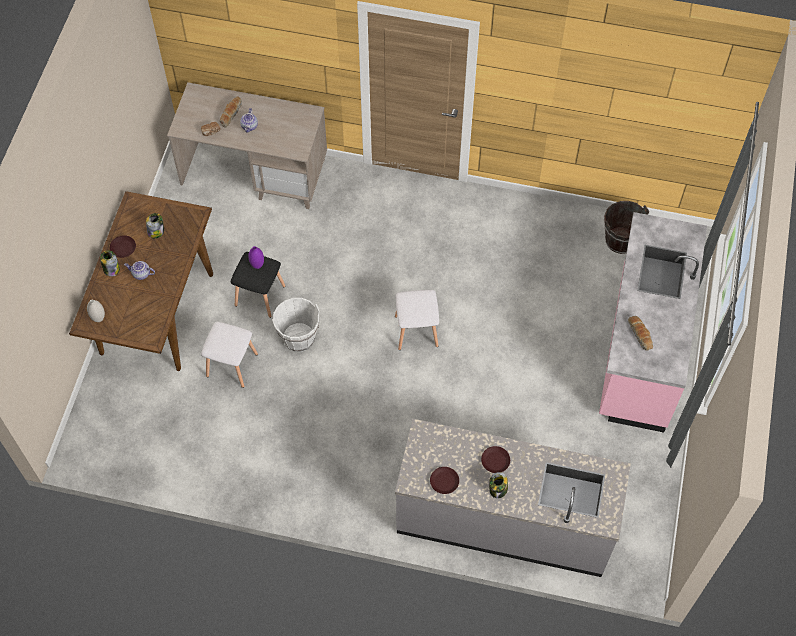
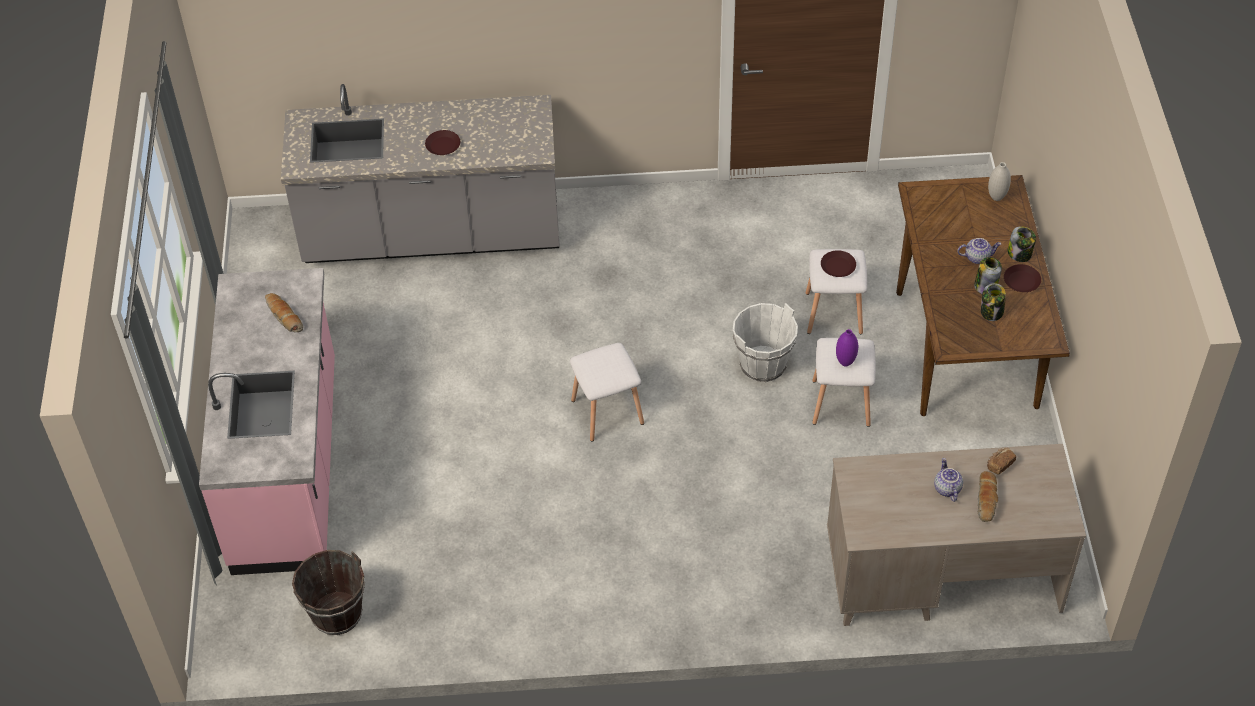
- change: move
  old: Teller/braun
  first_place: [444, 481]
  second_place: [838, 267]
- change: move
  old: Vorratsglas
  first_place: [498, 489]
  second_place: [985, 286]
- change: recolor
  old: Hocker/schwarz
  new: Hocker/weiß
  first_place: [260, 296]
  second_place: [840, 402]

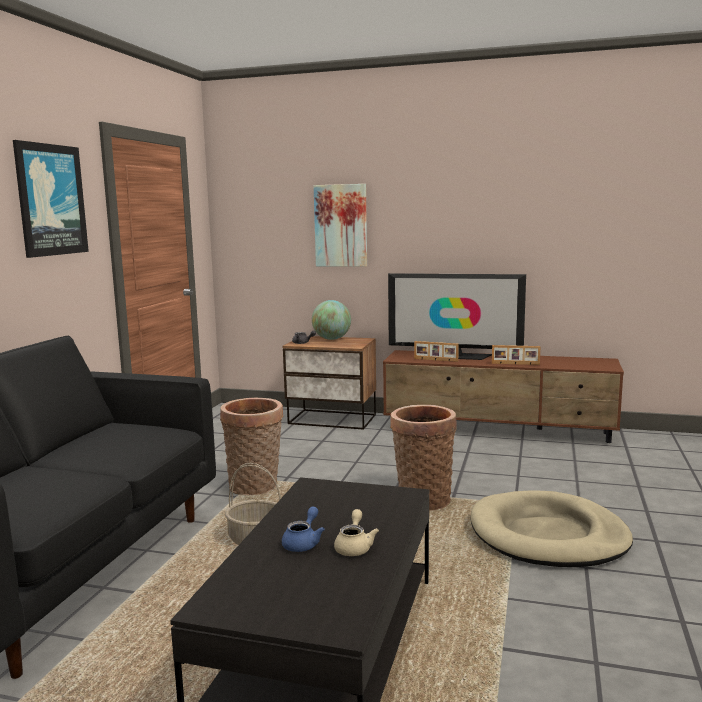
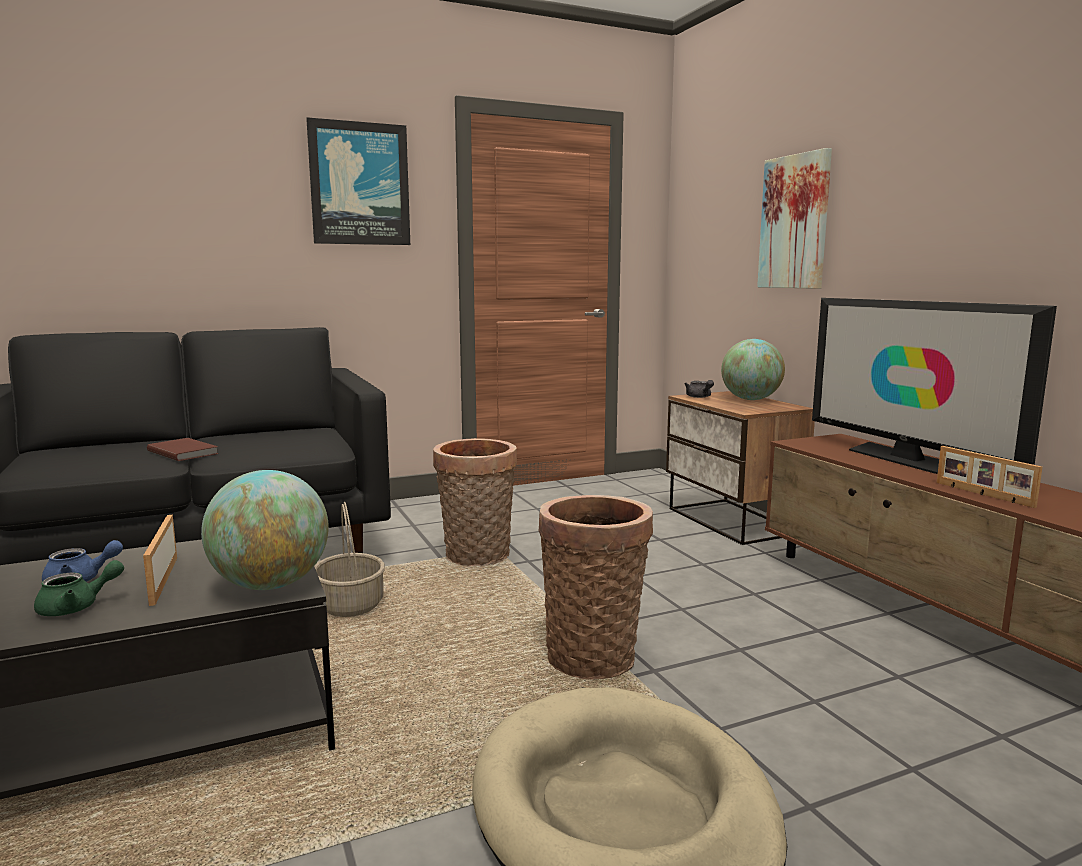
- change: insert
  new: Buch/braun
  second_place: [184, 452]
- change: insert
  new: Globus
  second_place: [271, 585]
- change: move
  old: Bilderrahmen
  first_place: [435, 360]
  second_place: [162, 580]
- change: recolor
  old: Teekanne/beige
  new: Teekanne/grün
  first_place: [354, 547]
  second_place: [77, 607]

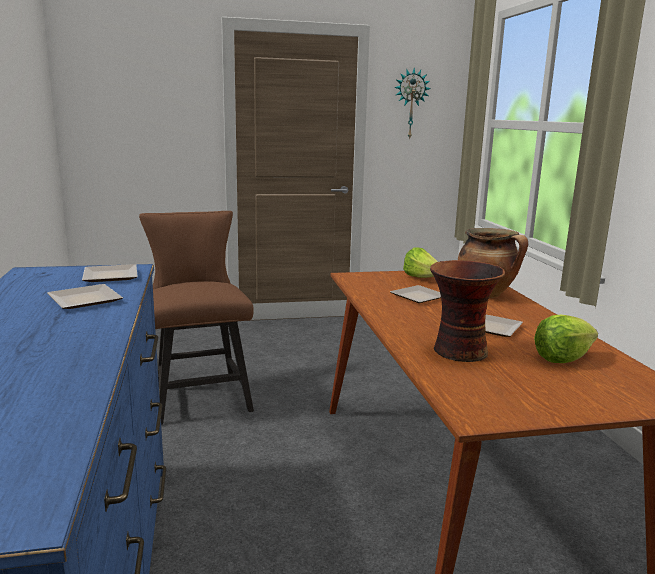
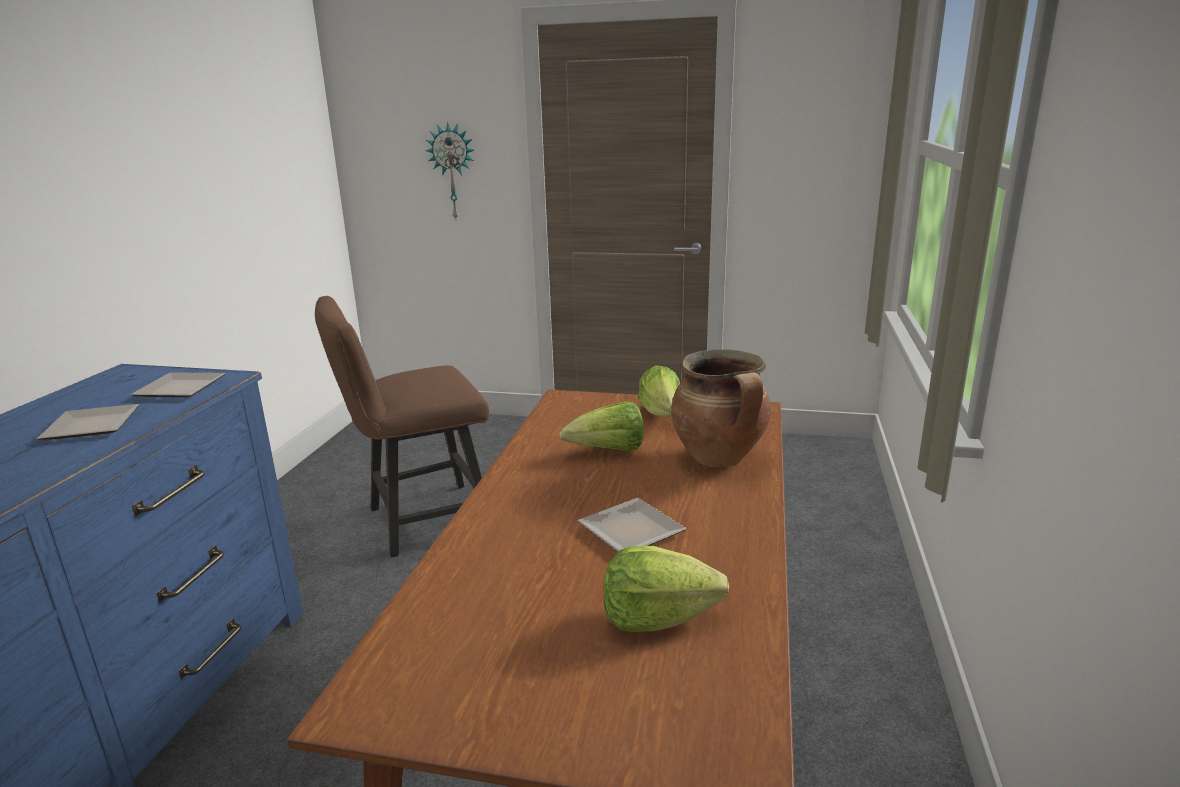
- change: delete
  old: Vase
  first_place: [458, 352]
- change: move
  old: Wanduhr
  first_place: [410, 104]
  second_place: [453, 172]
- change: replace
  old: Teller
  new: Salatkopf
  first_place: [420, 297]
  second_place: [608, 451]
- change: rotate
  old: Stuhl/braun
  first_place: [199, 396]
  second_place: [420, 522]
  degrees: -120

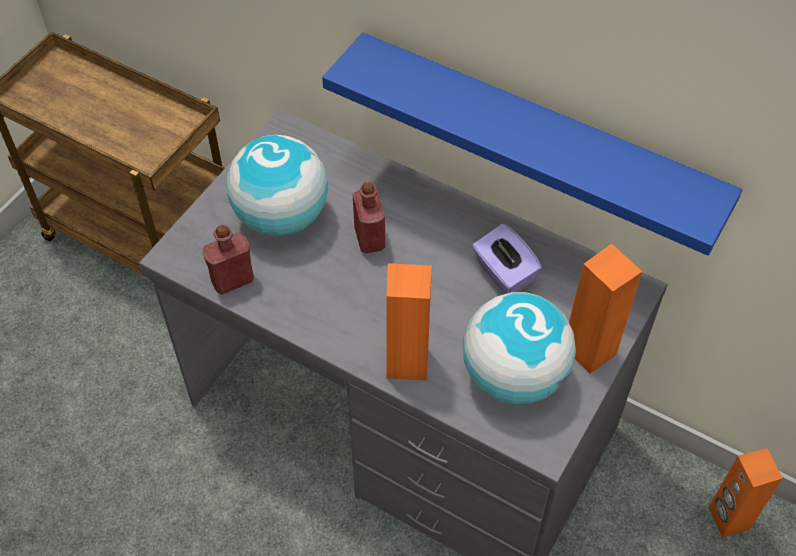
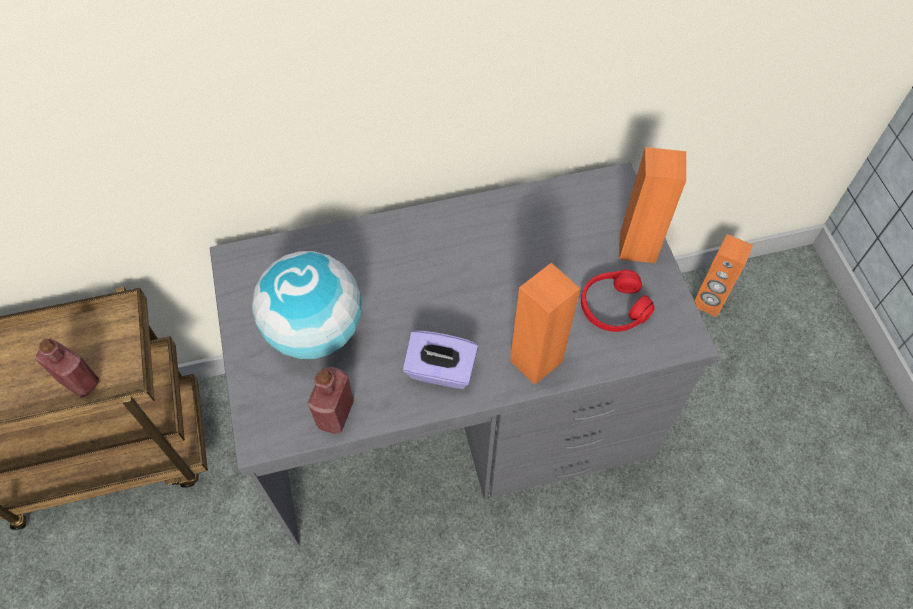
- change: delete
  old: Wandregal/blau
  first_place: [537, 135]
- change: move
  old: Flasche/rot
  first_place: [369, 238]
  second_place: [79, 381]
- change: move
  old: Taschentuchbox/lila
  first_place: [504, 273]
  second_place: [440, 371]
- change: replace
  old: Globus
  new: Kopfhörer/rot
  first_place: [513, 376]
  second_place: [613, 307]

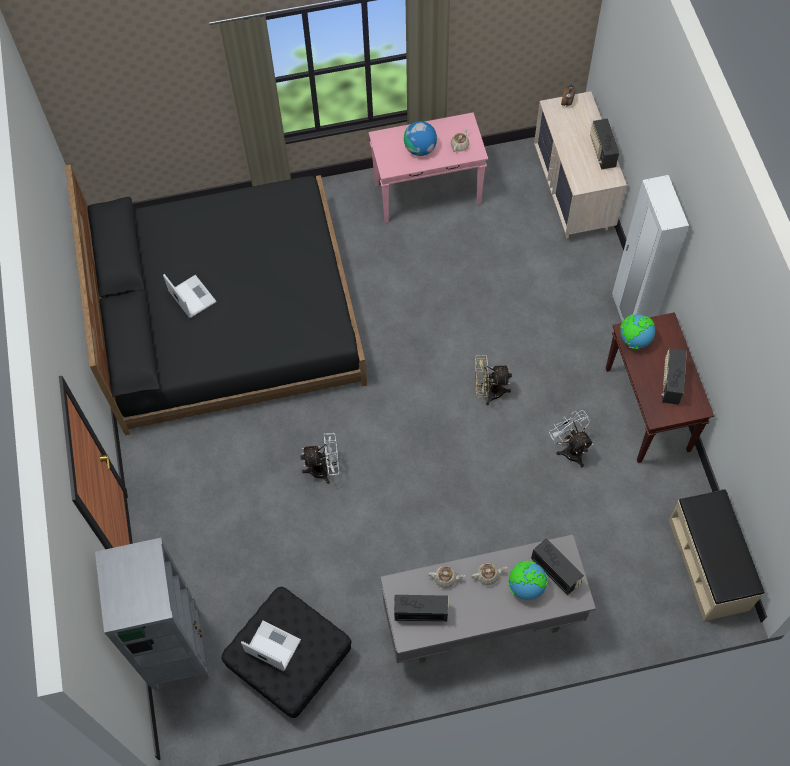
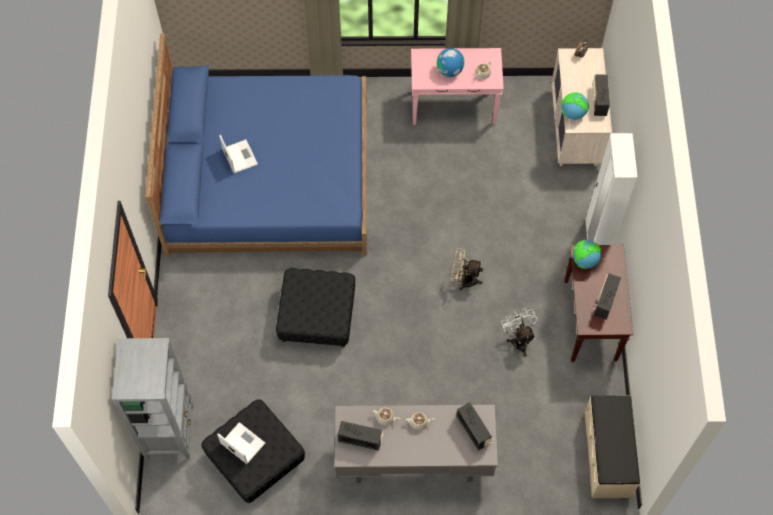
- change: move
  old: Globus
  first_place: [525, 586]
  second_place: [573, 113]
- change: replace
  old: Ventilator/weiß
  new: Polsterhocker/schwarz
  first_place: [324, 469]
  second_place: [317, 316]
- change: recolor
  old: Bett/schwarz
  new: Bett/blau
  first_place: [228, 315]
  second_place: [268, 176]

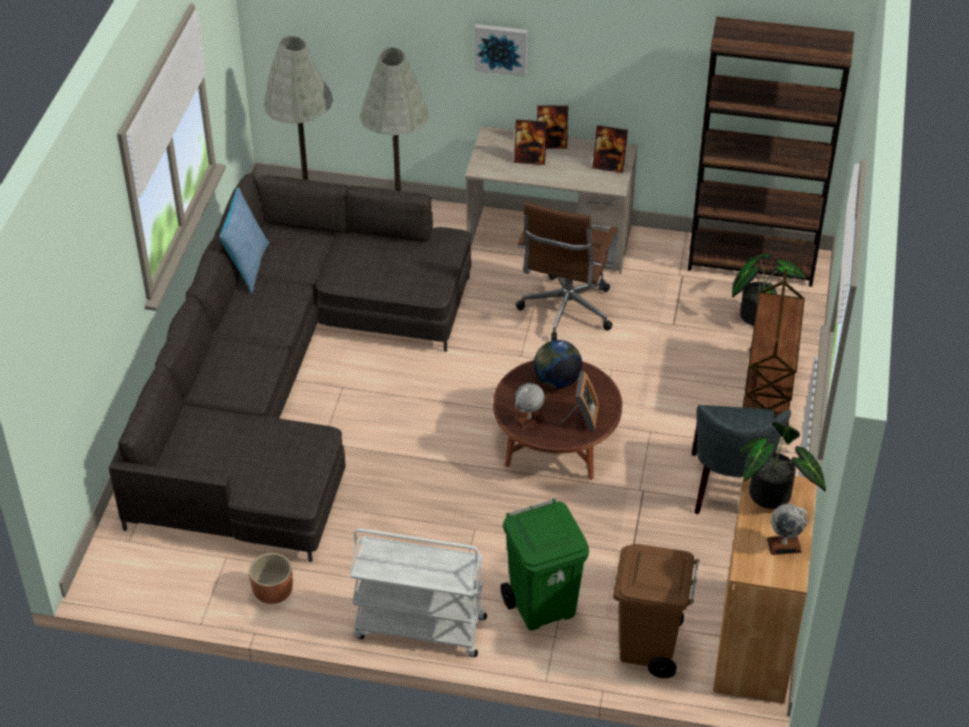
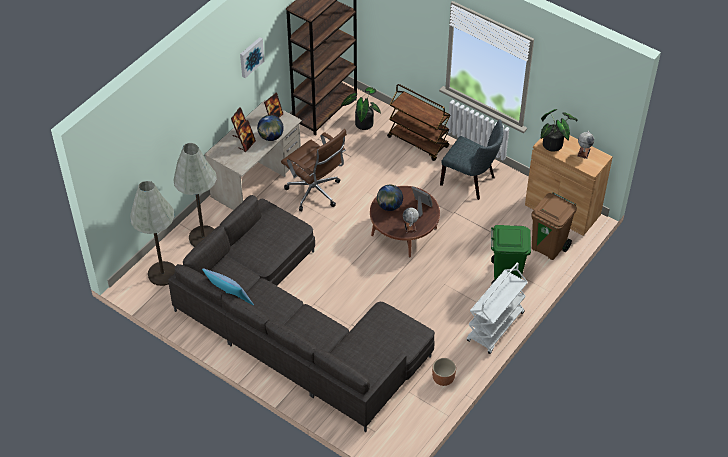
- change: insert
  new: Globus
  second_place: [271, 137]
- change: move
  old: Bild
  first_place: [501, 48]
  second_place: [250, 56]

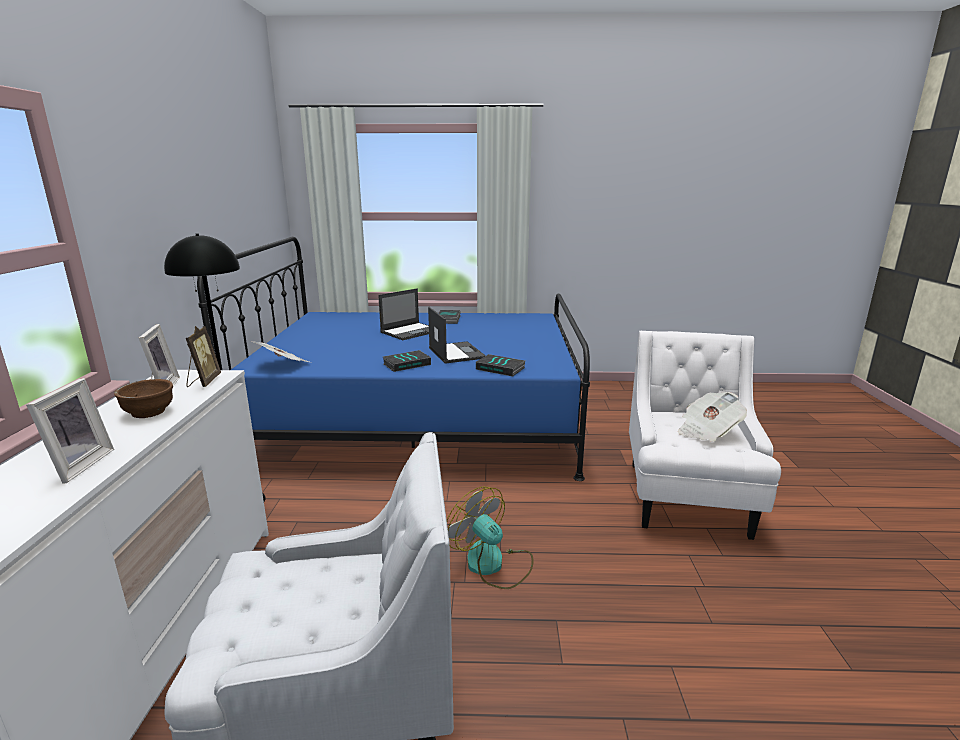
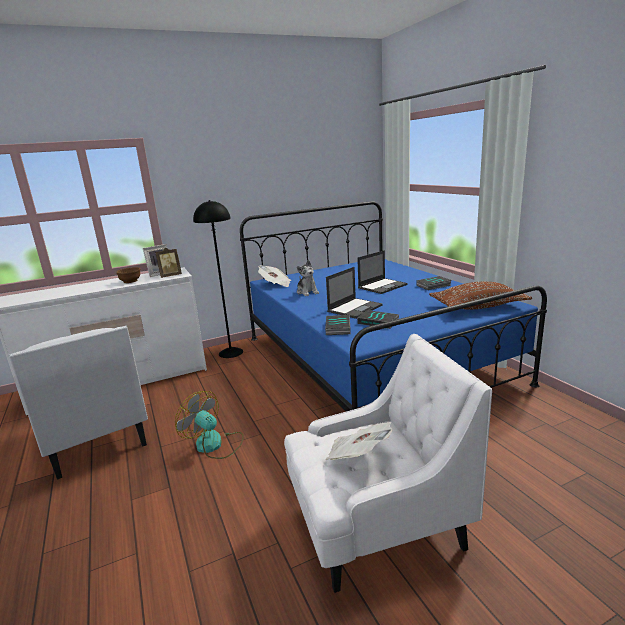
- change: delete
  old: Bilderrahmen
  first_place: [77, 465]
- change: insert
  new: Plüschtier
  second_place: [307, 292]
- change: insert
  new: Kissen/braun
  second_place: [478, 307]
- change: move
  old: Buch
  first_place: [407, 364]
  second_place: [379, 322]
- change: rotate
  old: Laptop
  first_place: [411, 331]
  second_place: [382, 286]
  degrees: -60
- change: rotate
  old: Ventilator
  first_place: [492, 564]
  second_place: [214, 445]
  degrees: -75

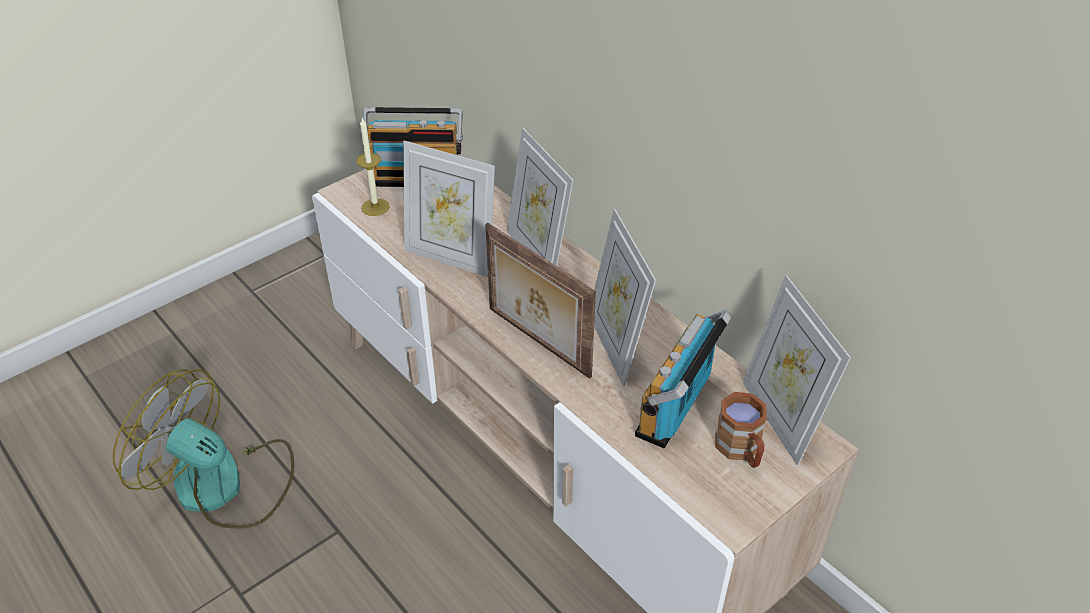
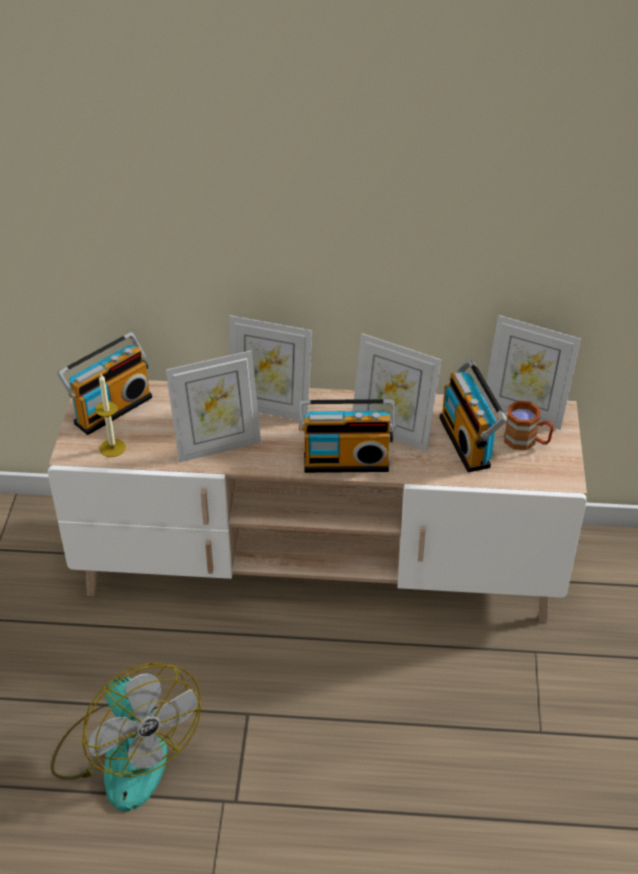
- change: replace
  old: Bilderrahmen
  new: Radio
  first_place: [537, 343]
  second_place: [346, 460]
- change: rotate
  old: Ventilator
  first_place: [224, 485]
  second_place: [125, 753]
  degrees: -105

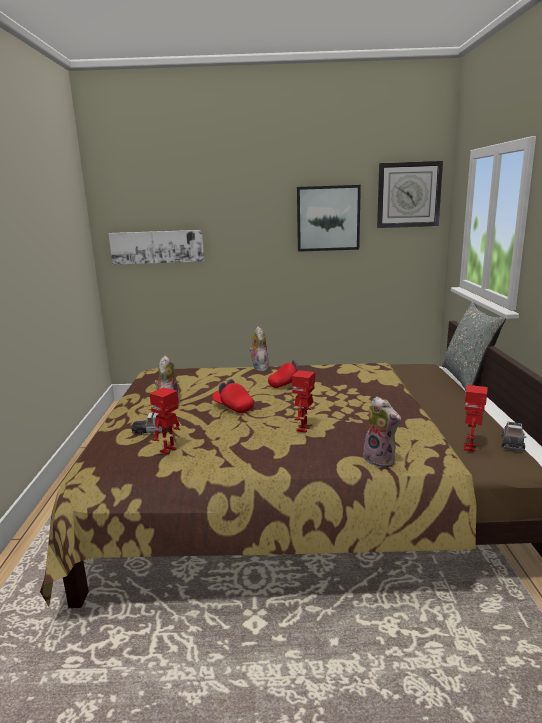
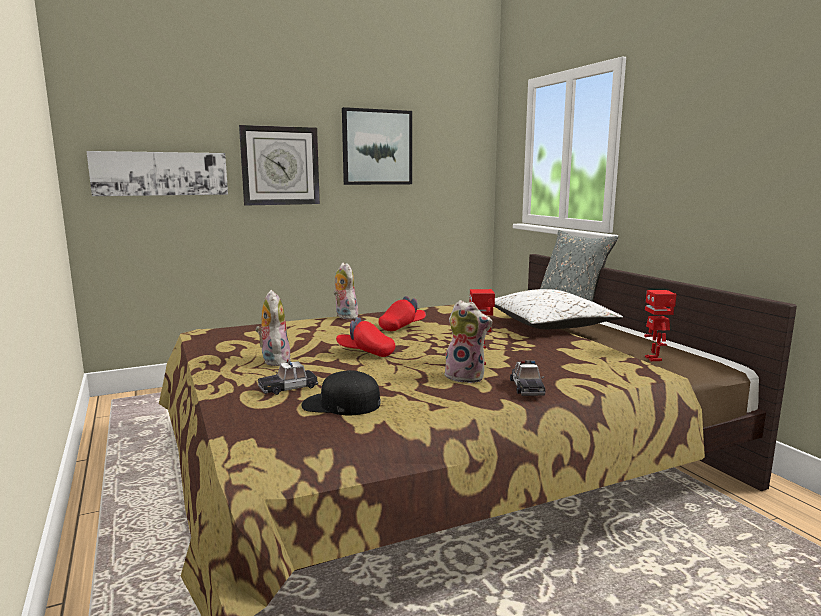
- change: insert
  new: Kissen/weiß
  second_place: [549, 325]
- change: move
  old: Plüschtier
  first_place: [381, 460]
  second_place: [466, 377]
- change: move
  old: Wanduhr
  first_place: [408, 195]
  second_place: [280, 166]
- change: move
  old: Spielzeugauto
  first_place: [512, 442]
  second_place: [527, 387]
- change: replace
  old: Spielzeugroboter
  new: Kappe/schwarz
  first_place: [169, 450]
  second_place: [340, 404]

